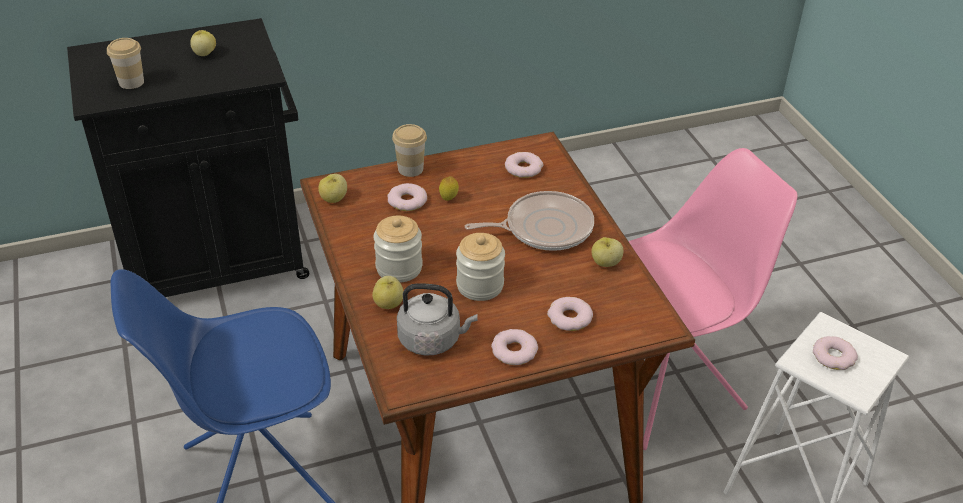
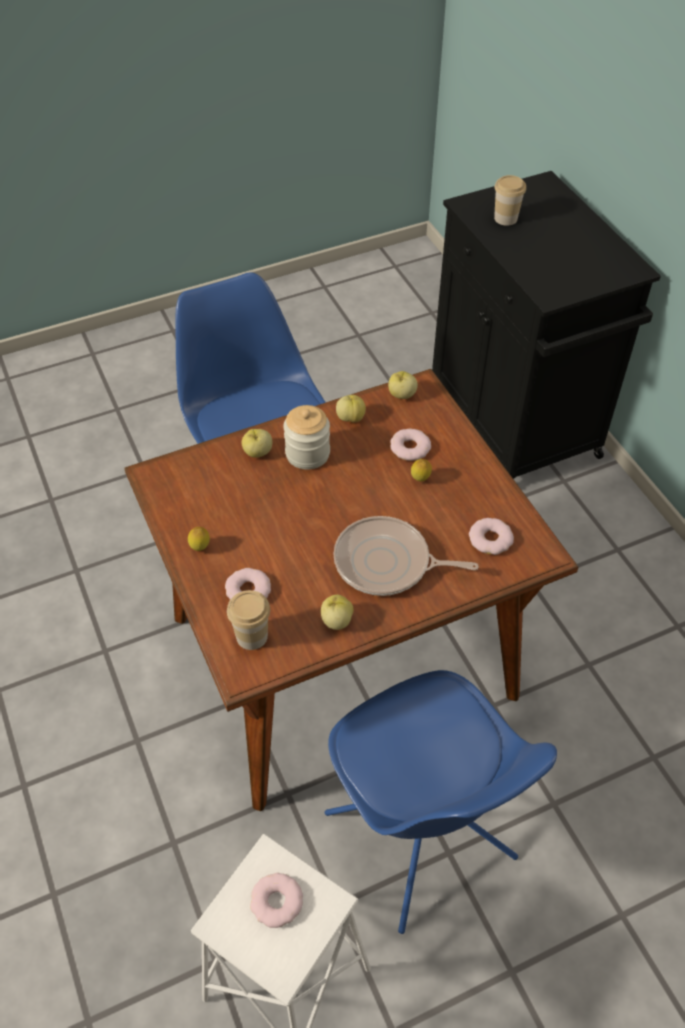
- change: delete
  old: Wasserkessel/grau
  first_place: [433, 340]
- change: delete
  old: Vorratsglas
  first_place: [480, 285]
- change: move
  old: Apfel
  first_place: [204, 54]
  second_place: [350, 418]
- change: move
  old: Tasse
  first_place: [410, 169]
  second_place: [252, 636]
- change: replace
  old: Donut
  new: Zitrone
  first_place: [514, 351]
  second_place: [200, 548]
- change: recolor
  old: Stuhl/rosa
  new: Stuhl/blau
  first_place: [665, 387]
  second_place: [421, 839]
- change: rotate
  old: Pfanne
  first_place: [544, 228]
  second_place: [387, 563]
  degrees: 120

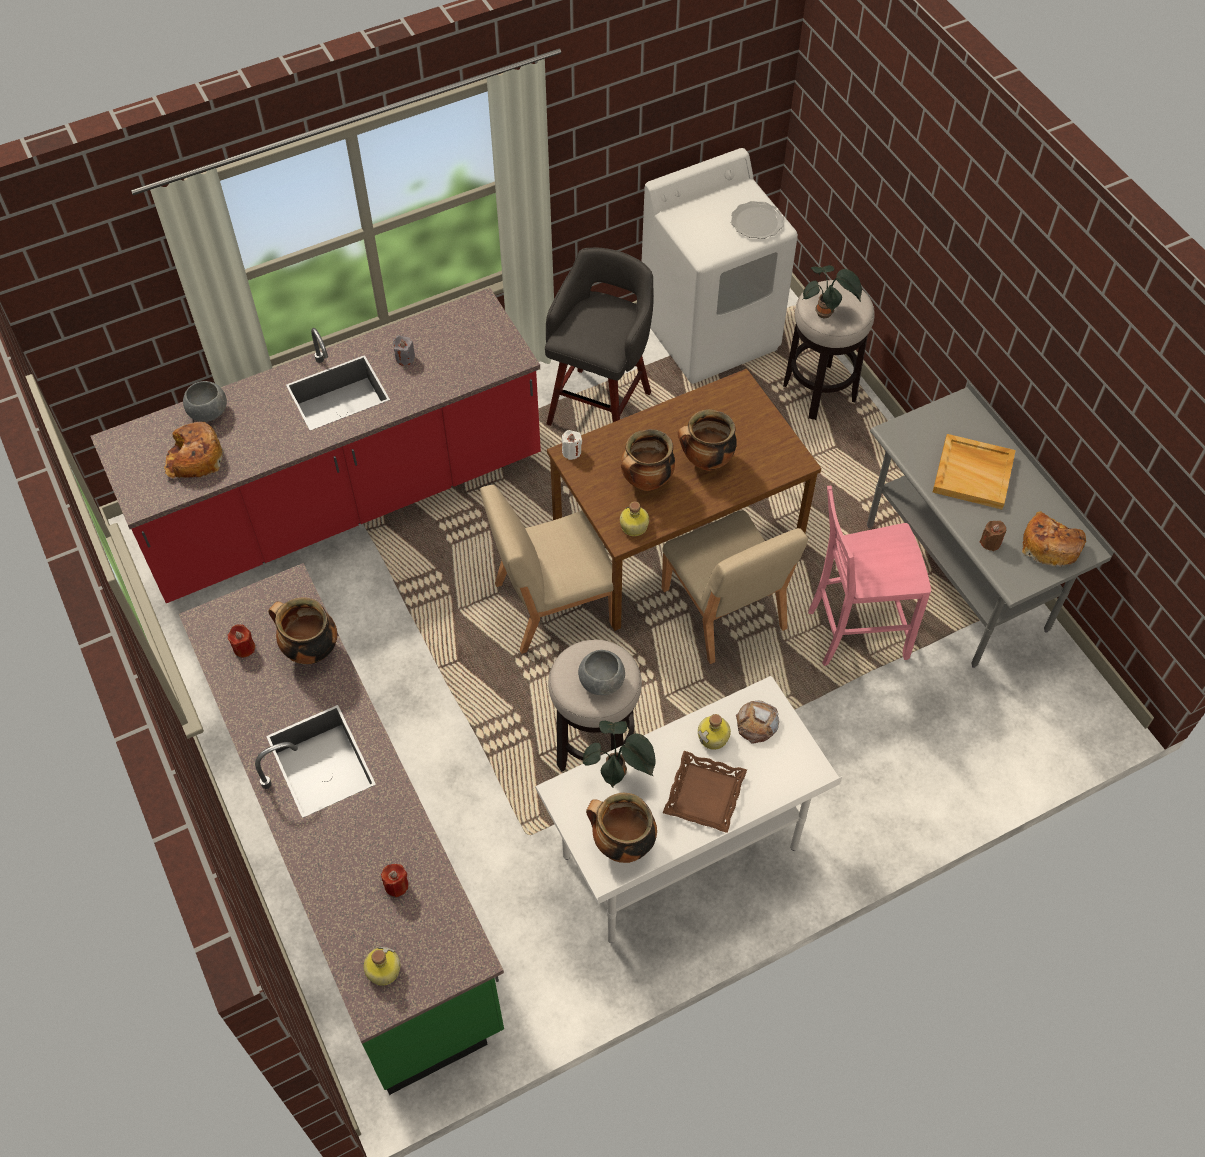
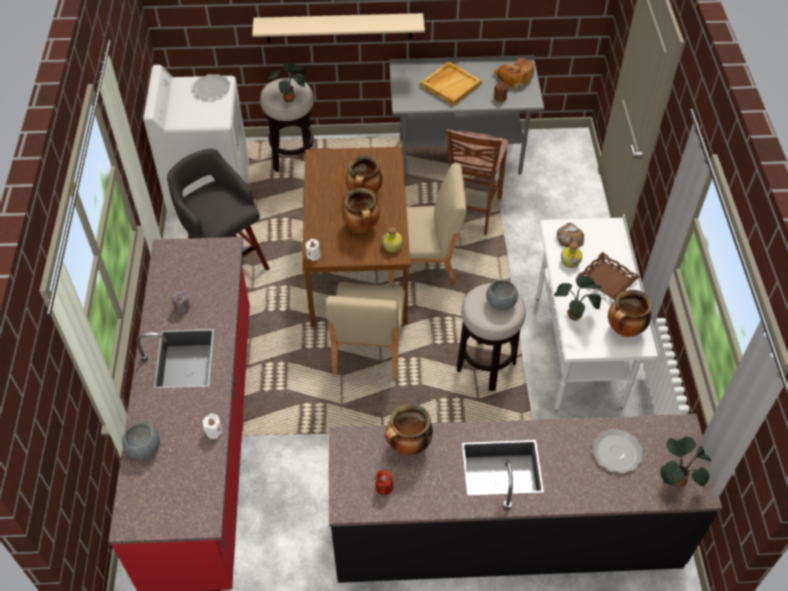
- change: delete
  old: Brot
  first_place: [194, 458]
- change: insert
  new: Kerze/weiß
  second_place: [214, 431]
- change: insert
  new: Wandregal/beige
  second_place: [339, 27]
- change: replace
  old: Flasche
  new: Topfpflanze
  first_place: [382, 970]
  second_place: [676, 479]
- change: replace
  old: Kerze/rot
  new: Teller
  first_place: [396, 885]
  second_place: [617, 452]
- change: recolor
  old: Küchenzeile/grün
  new: Küchenzeile/schwarz
  first_place: [357, 858]
  second_place: [505, 531]
- change: recolor
  old: Stuhl/rosa
  new: Stuhl/braun
  first_place: [854, 632]
  second_place: [471, 213]

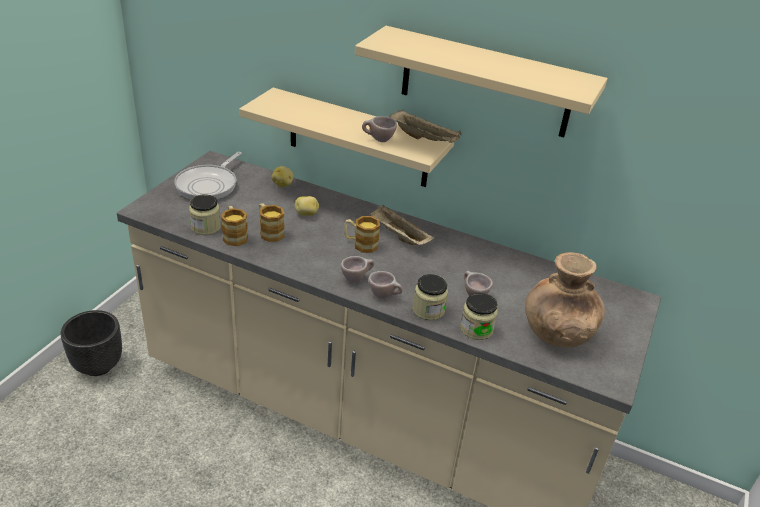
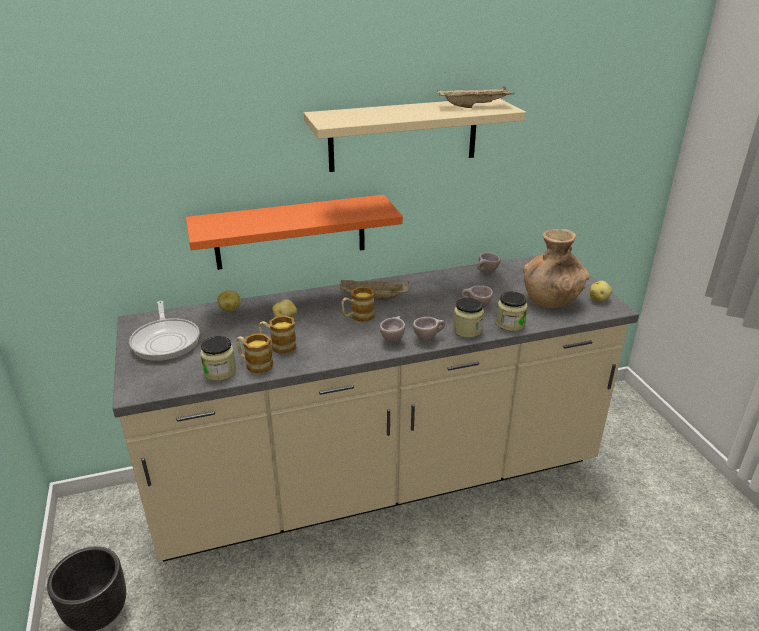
- change: insert
  new: Kartoffel
  second_place: [599, 299]
- change: move
  old: Tasse/beige
  first_place: [378, 140]
  second_place: [486, 273]
- change: move
  old: Tablett/beige
  first_place: [425, 139]
  second_place: [474, 106]
- change: recolor
  old: Wandregal/beige
  new: Wandregal/orange
  first_place: [358, 138]
  second_place: [290, 232]

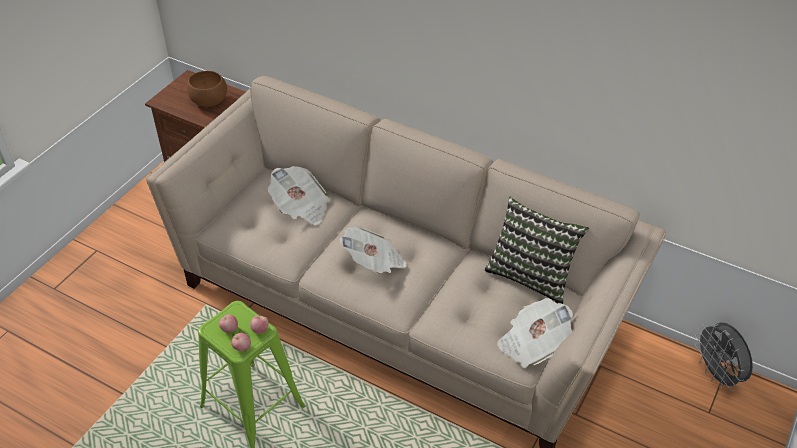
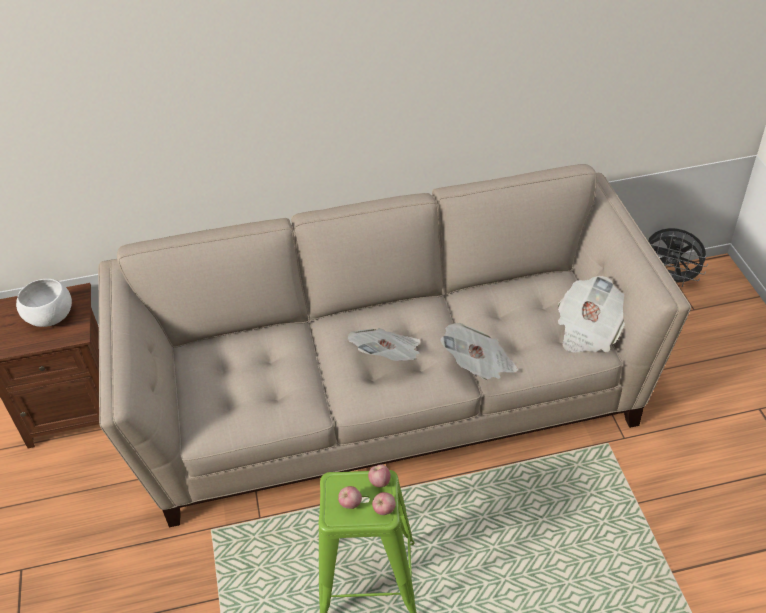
- change: delete
  old: Kissen
  first_place: [531, 275]
- change: move
  old: Zeitung
  first_place: [301, 207]
  second_place: [479, 366]
- change: recolor
  old: Schüssel/braun
  new: Schüssel/weiß
  first_place: [209, 101]
  second_place: [50, 316]

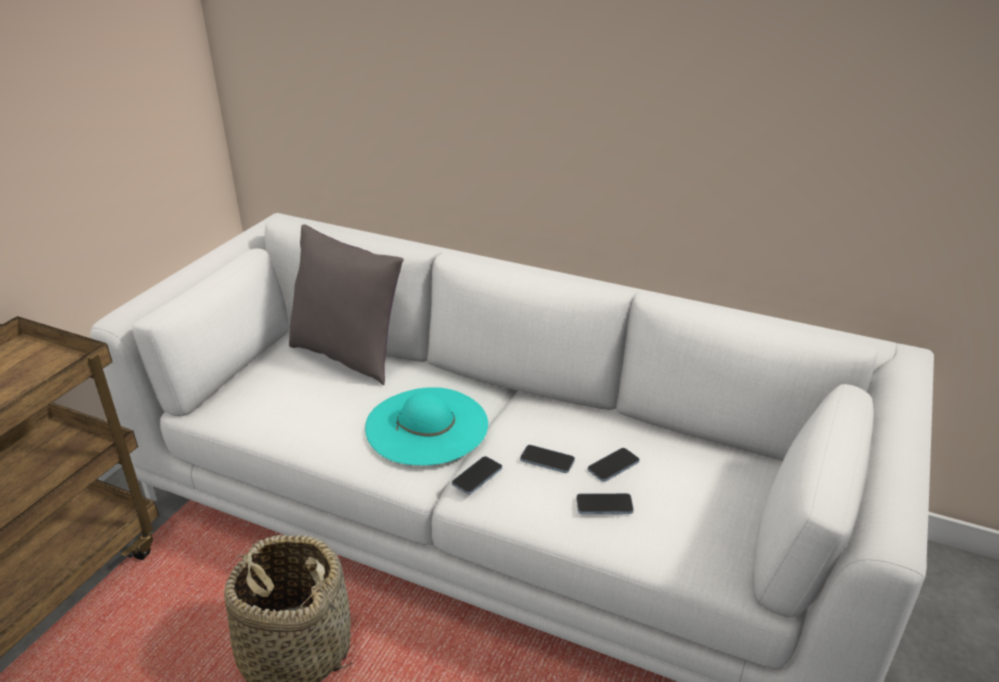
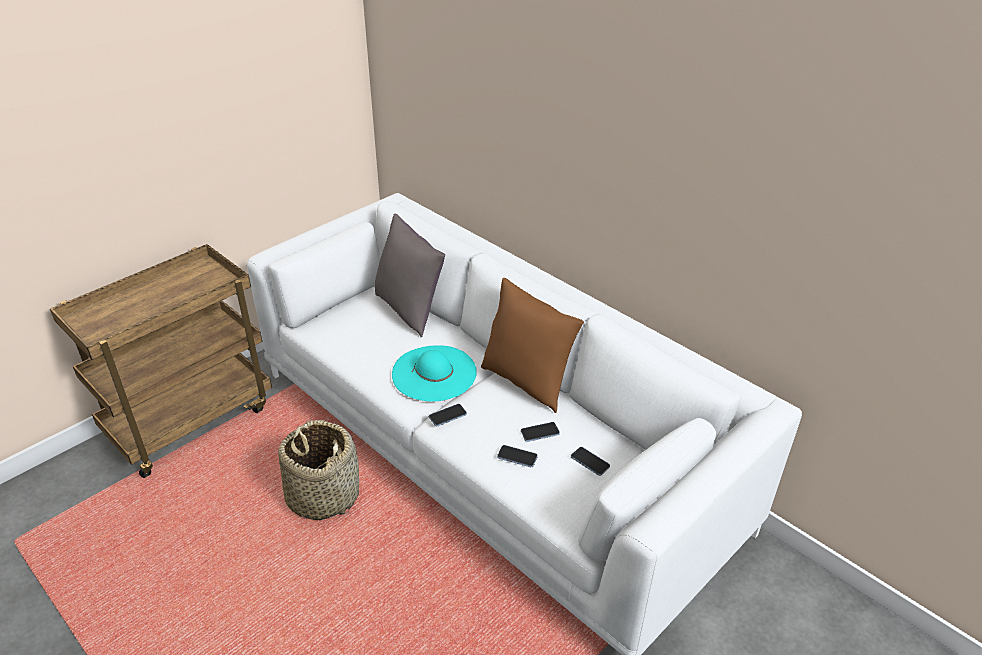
- change: insert
  new: Kissen/braun
  second_place: [527, 381]
- change: move
  old: Handy
  first_place: [547, 460]
  second_place: [590, 462]

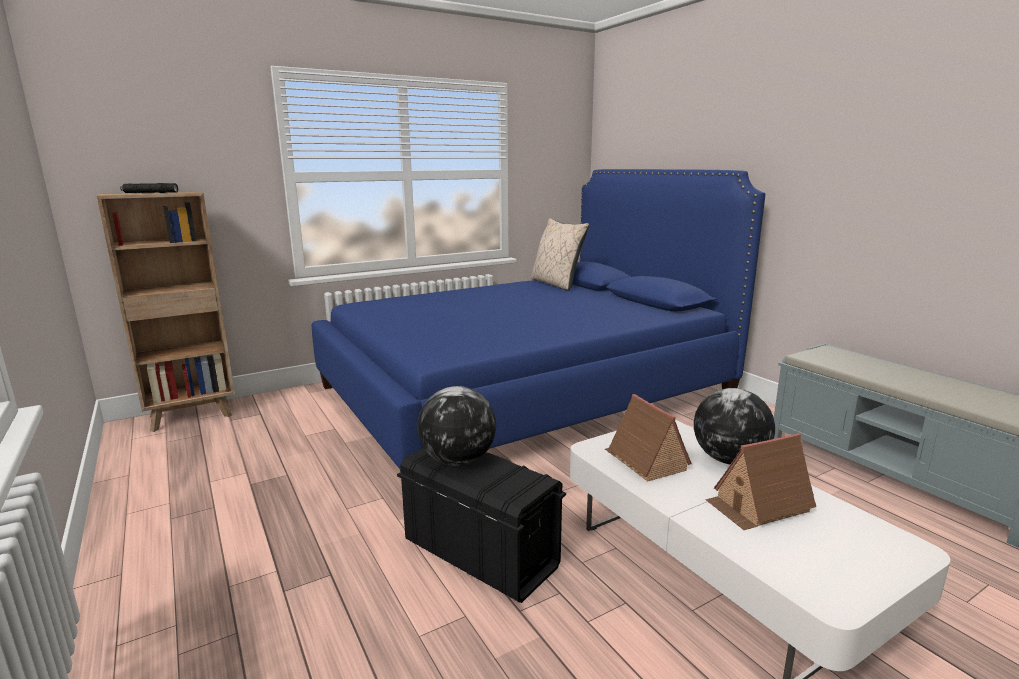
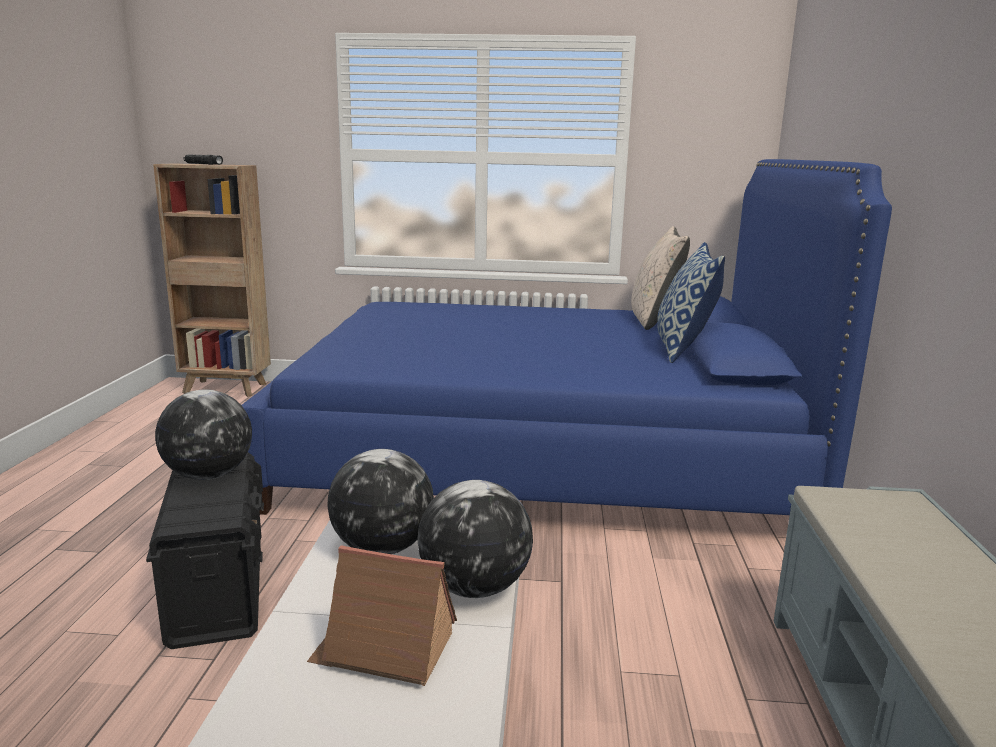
- change: insert
  new: Kissen
  second_place: [683, 349]
- change: replace
  old: Spielzeughaus
  new: Globus
  first_place: [645, 460]
  second_place: [382, 548]

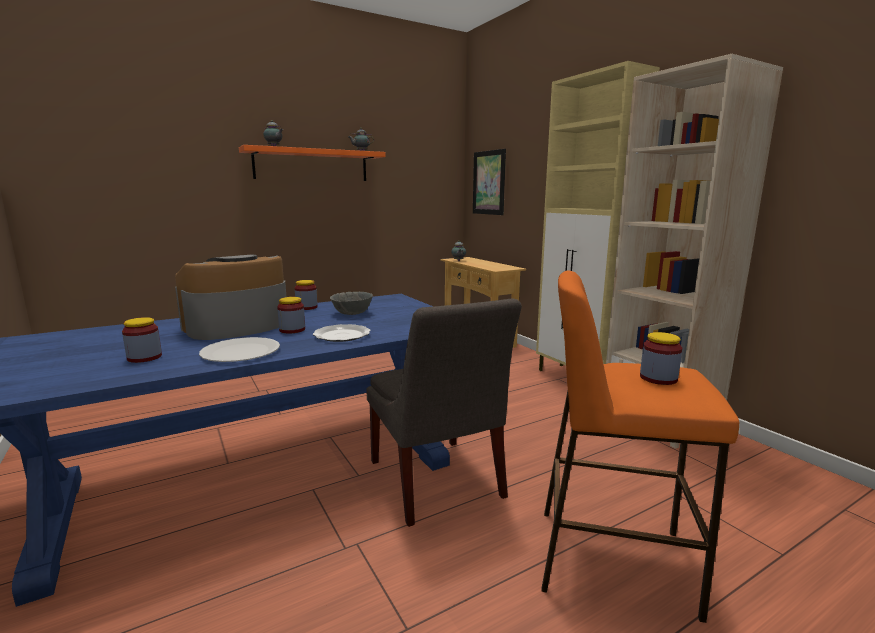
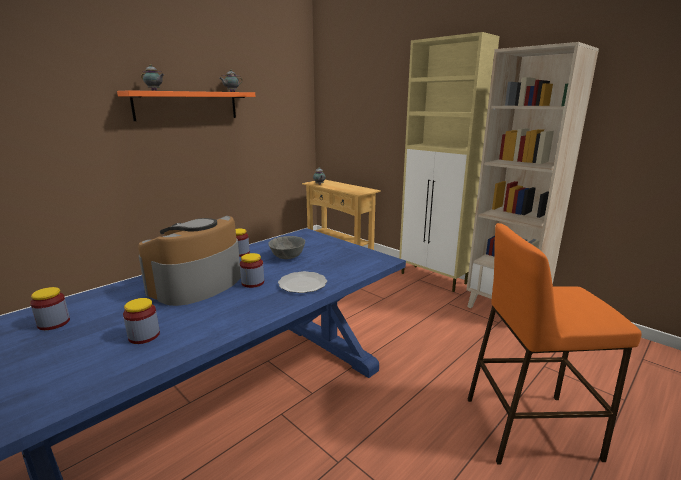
- change: delete
  old: Teller/weiß
  first_place: [240, 352]
- change: delete
  old: Stuhl/grau
  first_place: [436, 482]
- change: delete
  old: Bild
  first_place: [489, 183]
- change: move
  old: Vorratsglas
  first_place: [658, 378]
  second_place: [54, 323]

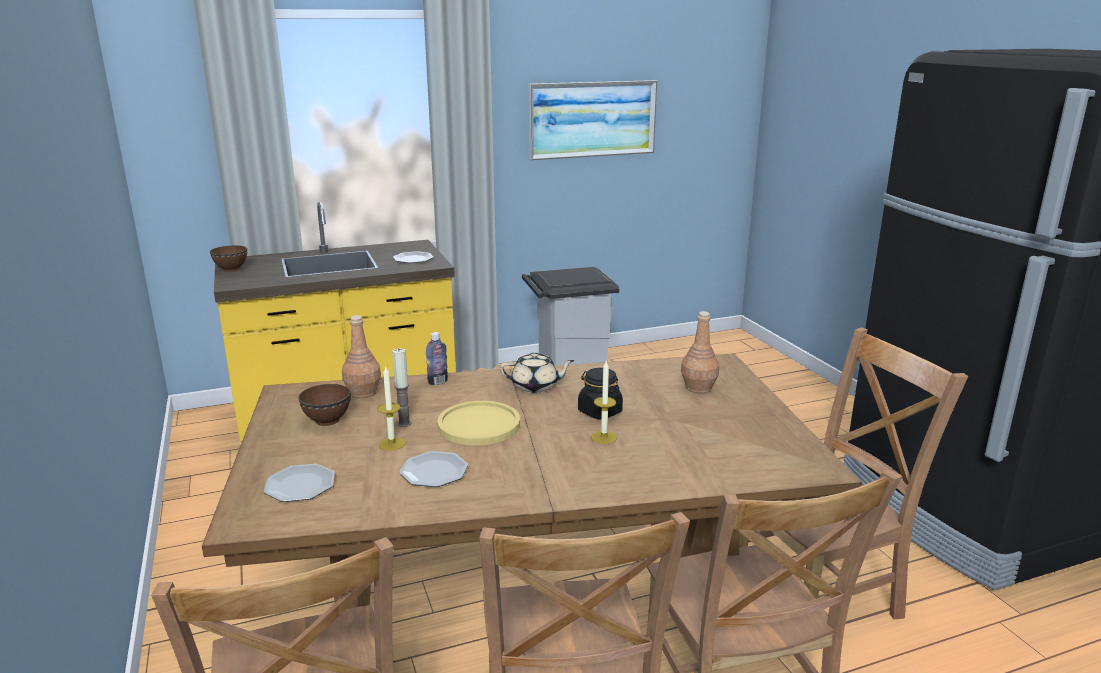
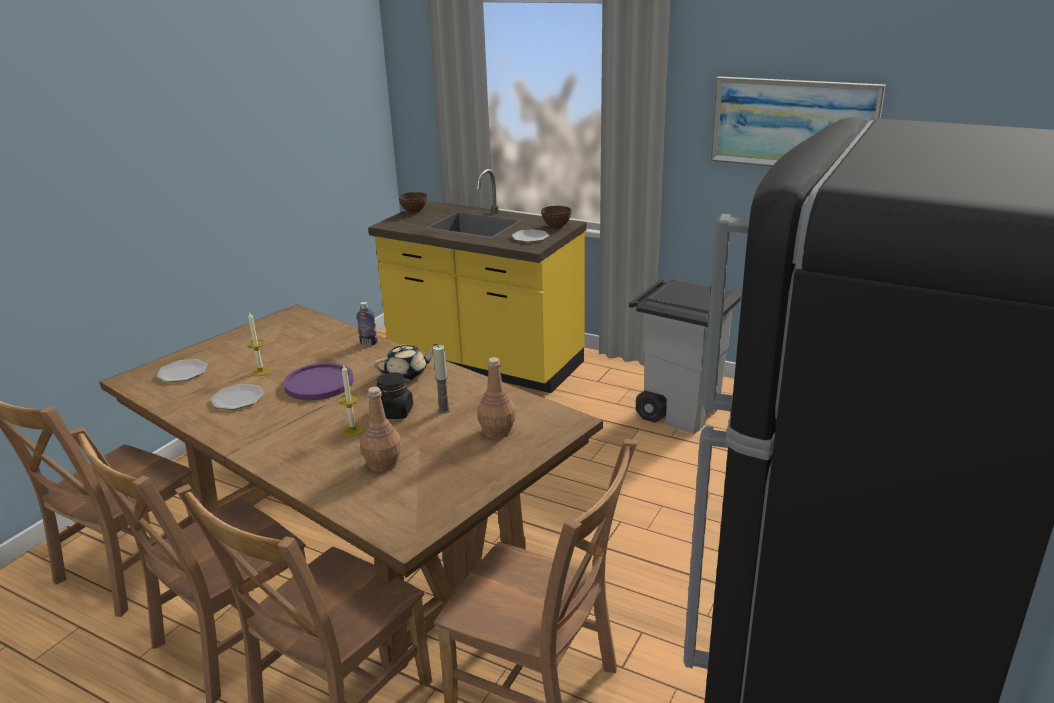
- change: move
  old: Schüssel/braun
  first_place: [327, 420]
  second_place: [556, 227]
- change: move
  old: Flasche/braun
  first_place: [363, 392]
  second_place: [383, 464]
- change: move
  old: Kerze
  first_place: [404, 423]
  second_place: [444, 410]
- change: recolor
  old: Teller/gelb
  new: Teller/lila
  first_place: [479, 425]
  second_place: [319, 383]
- change: rotate
  old: Teekanne/beige
  first_place: [536, 386]
  second_place: [407, 374]
  degrees: -75

